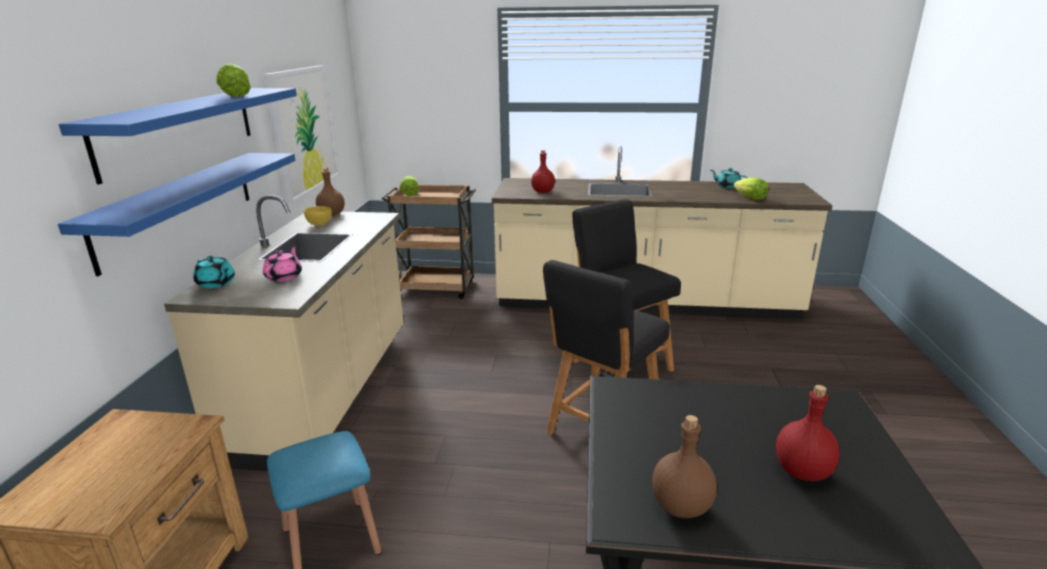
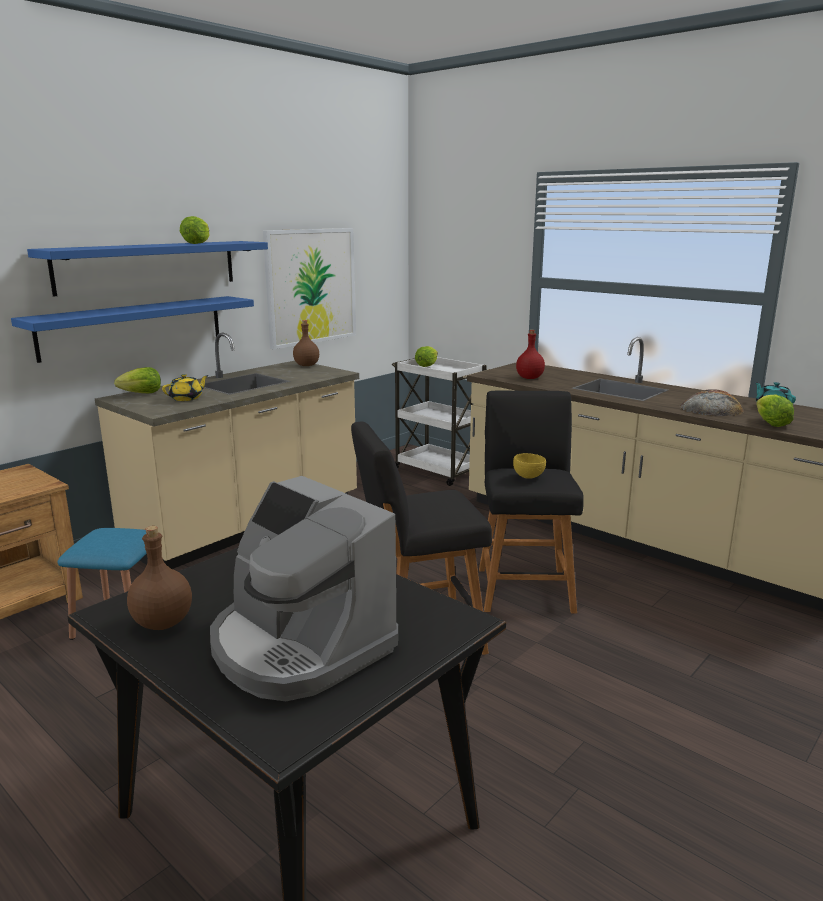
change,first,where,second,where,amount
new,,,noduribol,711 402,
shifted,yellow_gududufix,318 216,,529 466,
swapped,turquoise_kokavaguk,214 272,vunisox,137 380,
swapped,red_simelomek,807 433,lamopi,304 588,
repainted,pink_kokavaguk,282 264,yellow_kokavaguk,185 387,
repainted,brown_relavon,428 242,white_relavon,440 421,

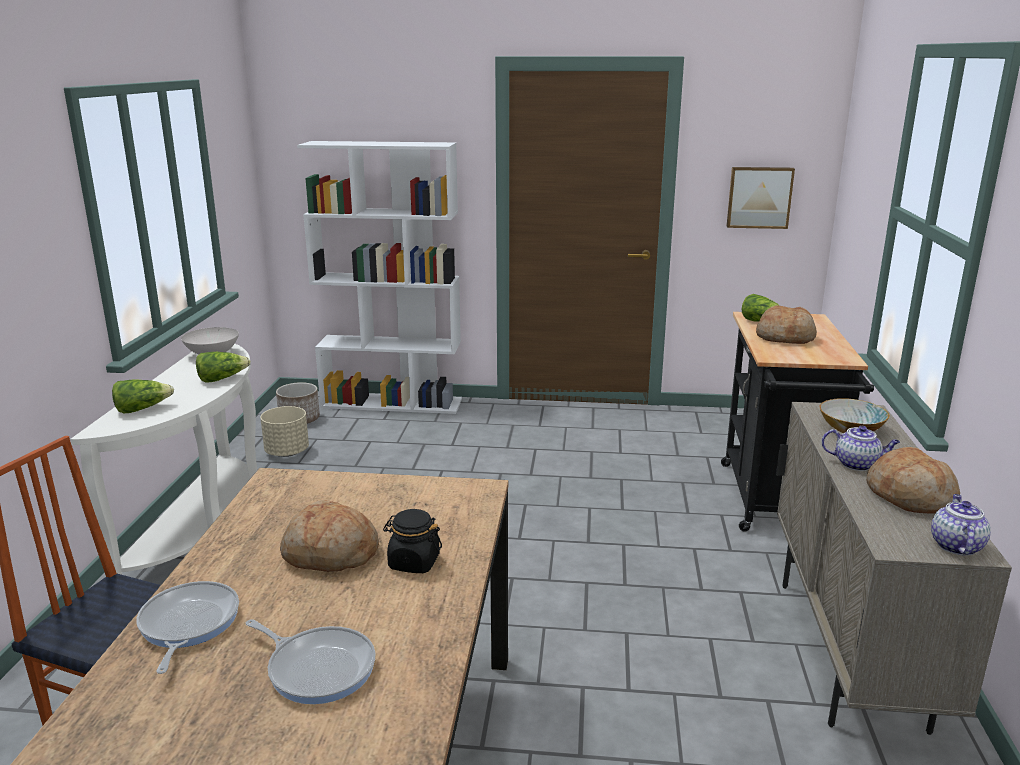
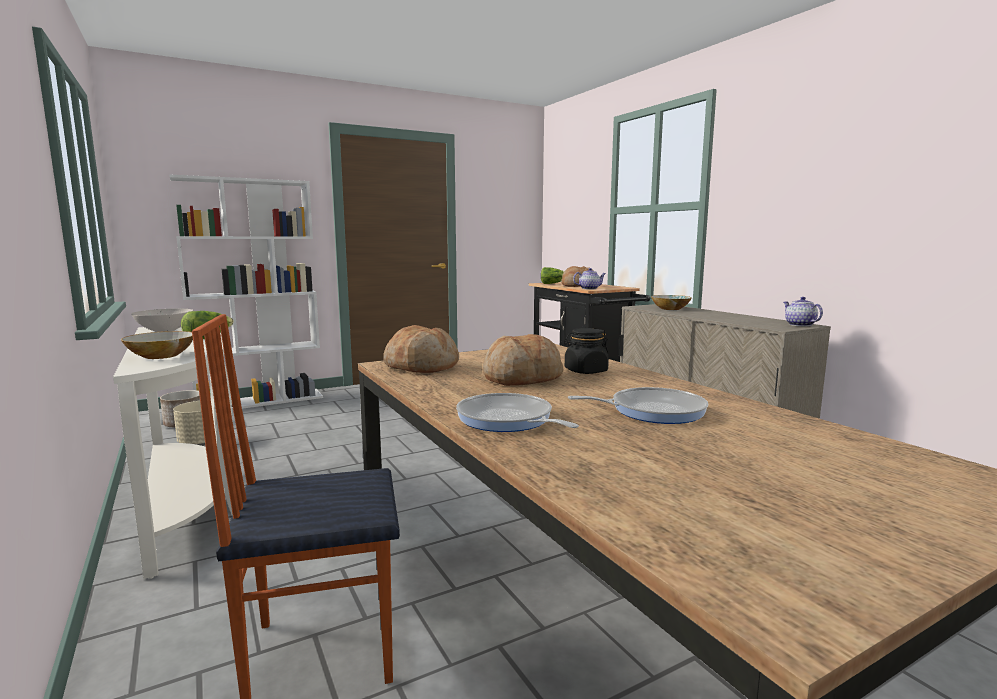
change,first,where,second,where,amount
gone,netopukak,761 198,,,
shifted,kokavaguk,860 448,,589 279,
shifted,noduribol,913 480,,421 349,
swapped,vunisox,143 396,gududufix,157 345,

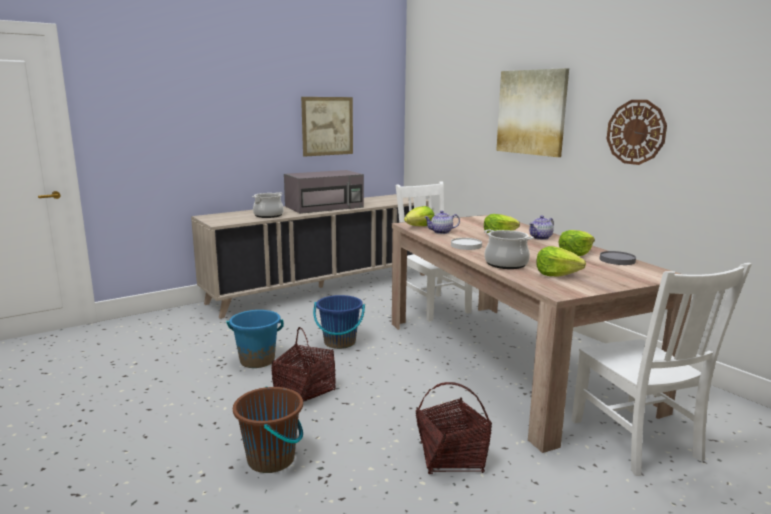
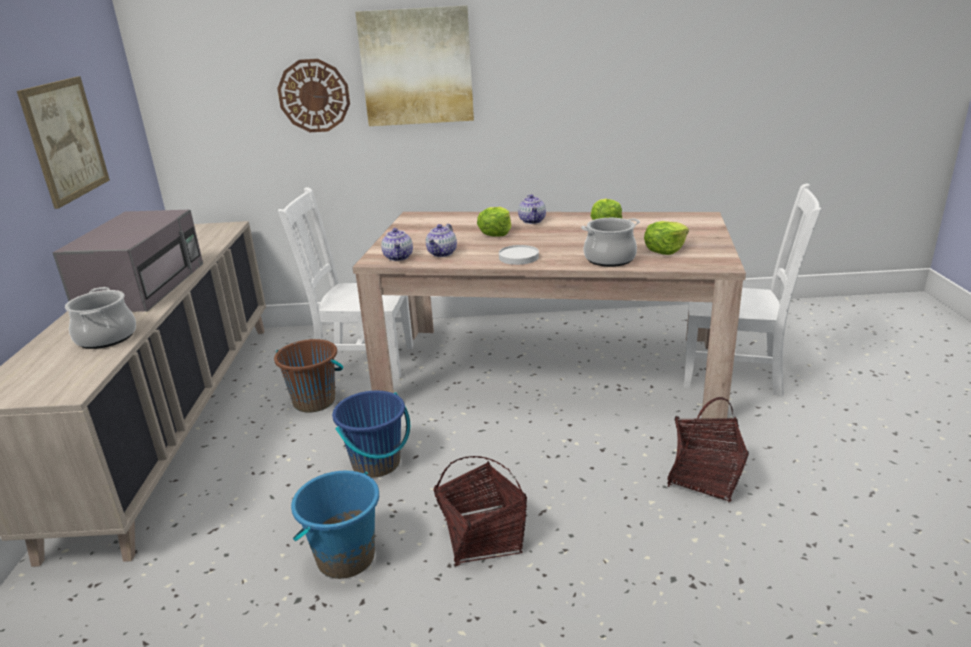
change,first,where,second,where,amount
gone,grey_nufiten,618 258,,,
shifted,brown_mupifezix,268 429,,308 376,
shifted,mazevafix,637 132,,313 95,
swapped,vunisox,419 216,kokavaguk,397 244,

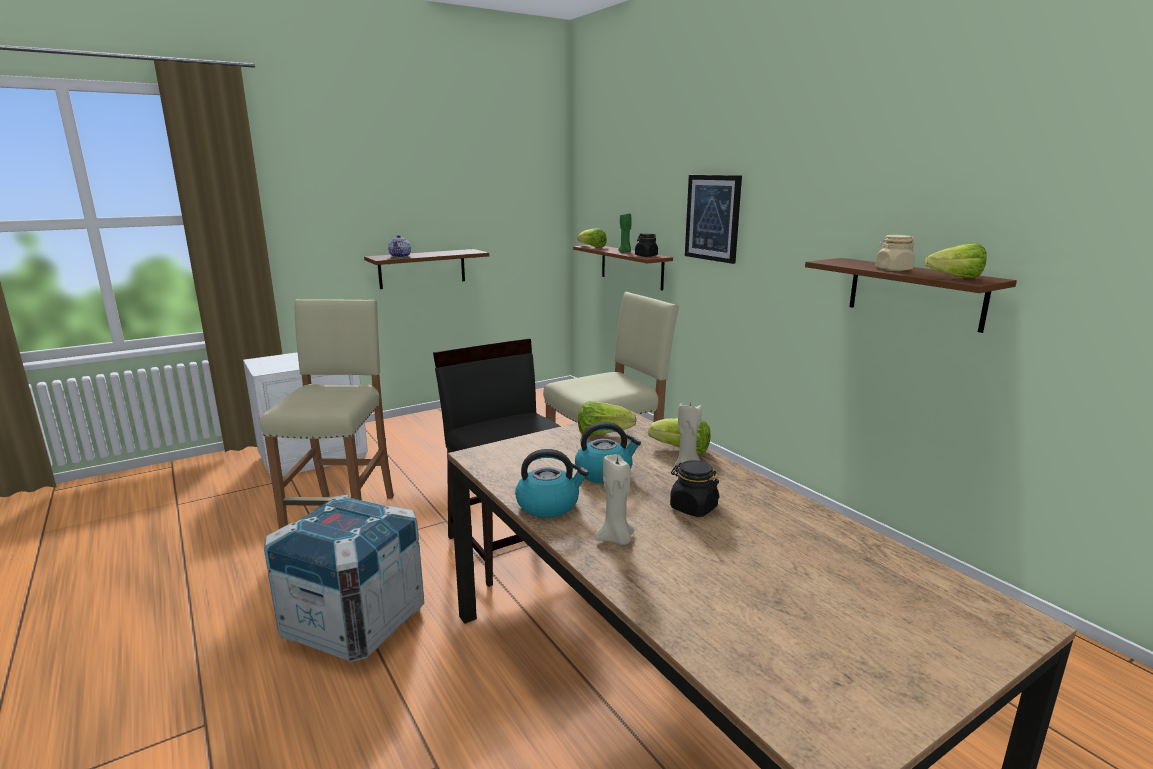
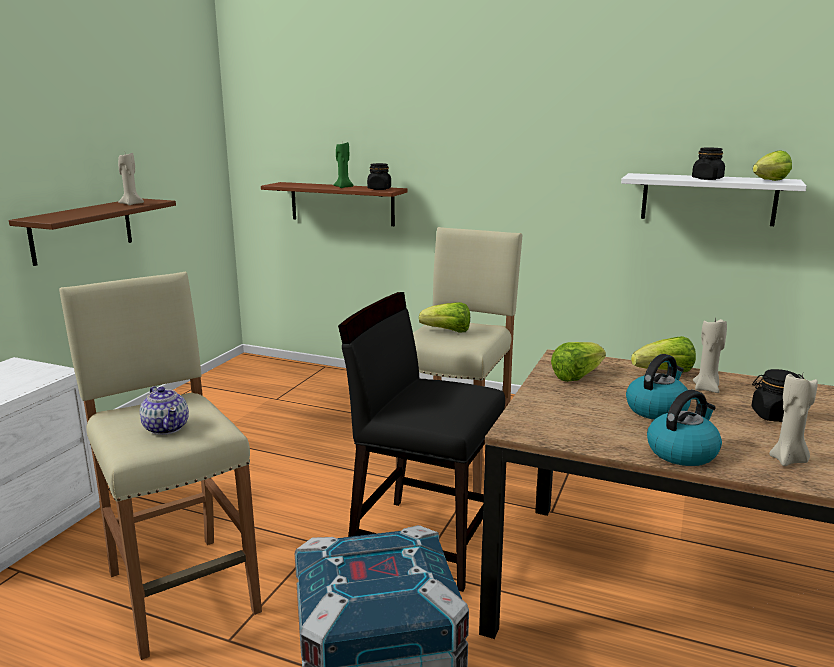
change,first,where,second,where,amount
gone,netopukak,713 219,,,
new,,,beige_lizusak,131 179,
shifted,kokavaguk,399 246,,164 410,
shifted,vunisox,592 238,,444 317,
repainted,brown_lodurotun,911 295,white_lodurotun,714 199,
repainted,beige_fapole,895 253,black_fapole,708 164,

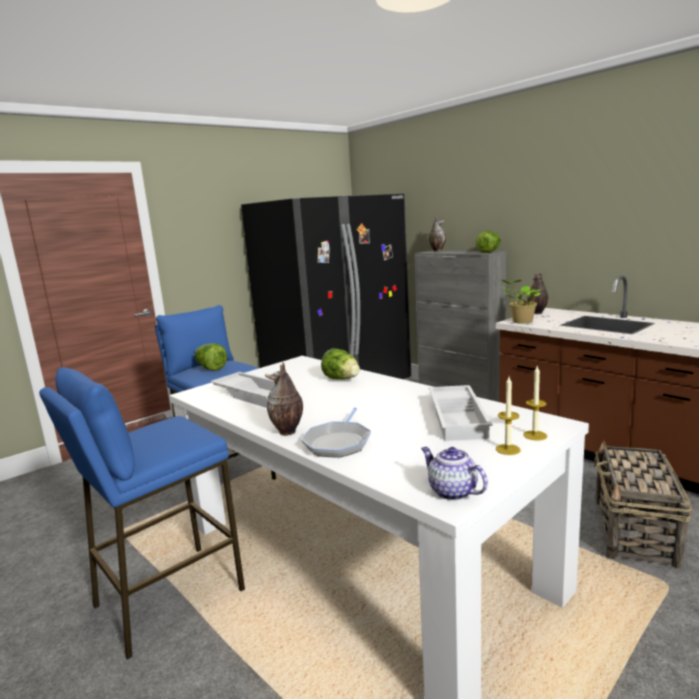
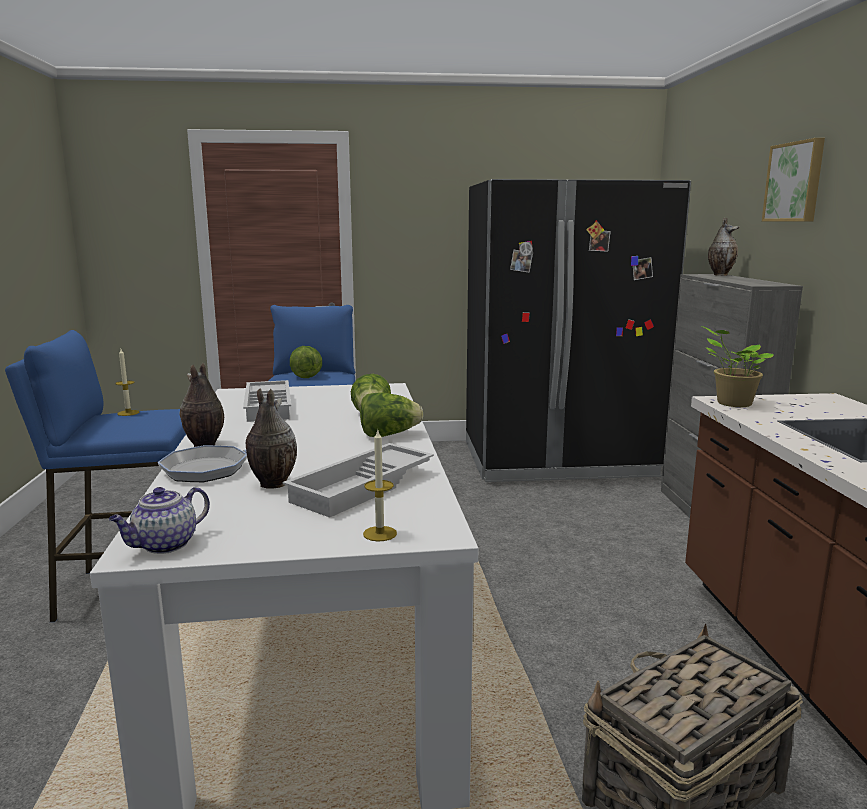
change,first,where,second,where,amount
new,,,netopukak,793 179,
shifted,vunisox,488 242,,391 414,
shifted,lizusak,508 416,,127 382,
shifted,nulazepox,538 292,,271 438,
rotated,kokavaguk,454 474,,159 520,135 degrees counterclockwise

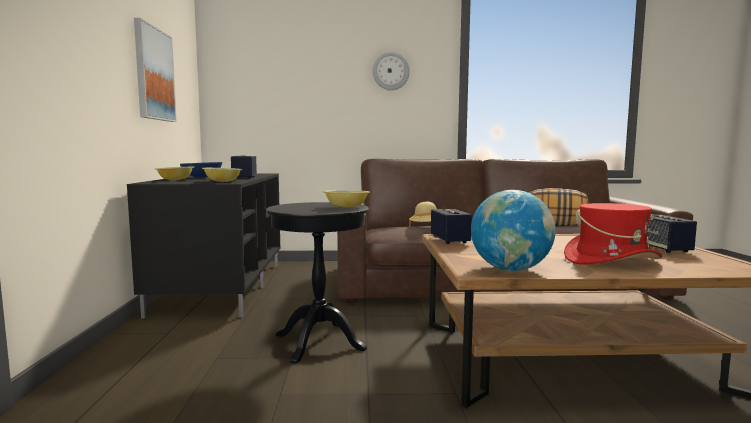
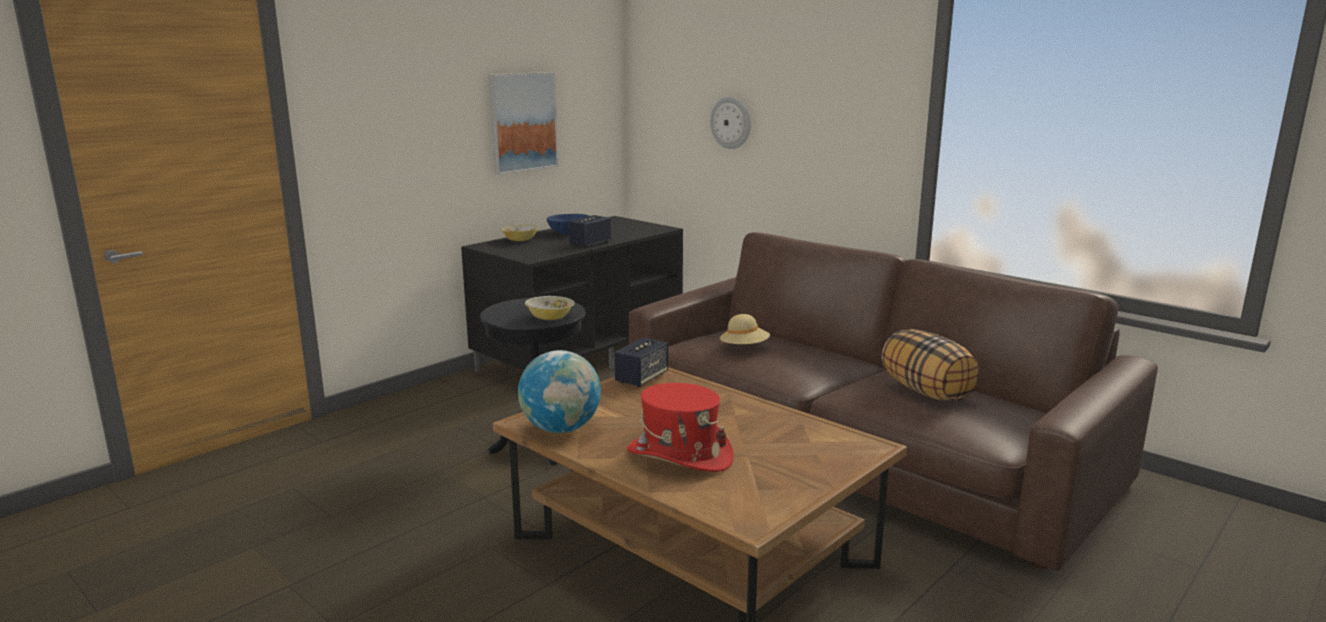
change,first,where,second,where,amount
gone,gududufix,222 175,,,
gone,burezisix,672 234,,,
shifted,mazevafix,391 71,,730 123,

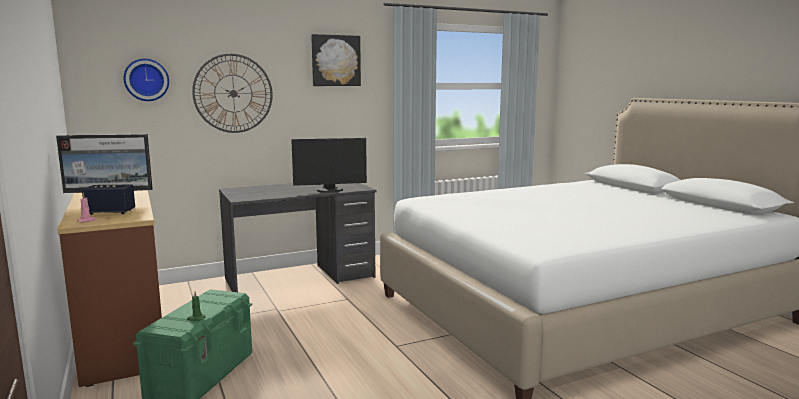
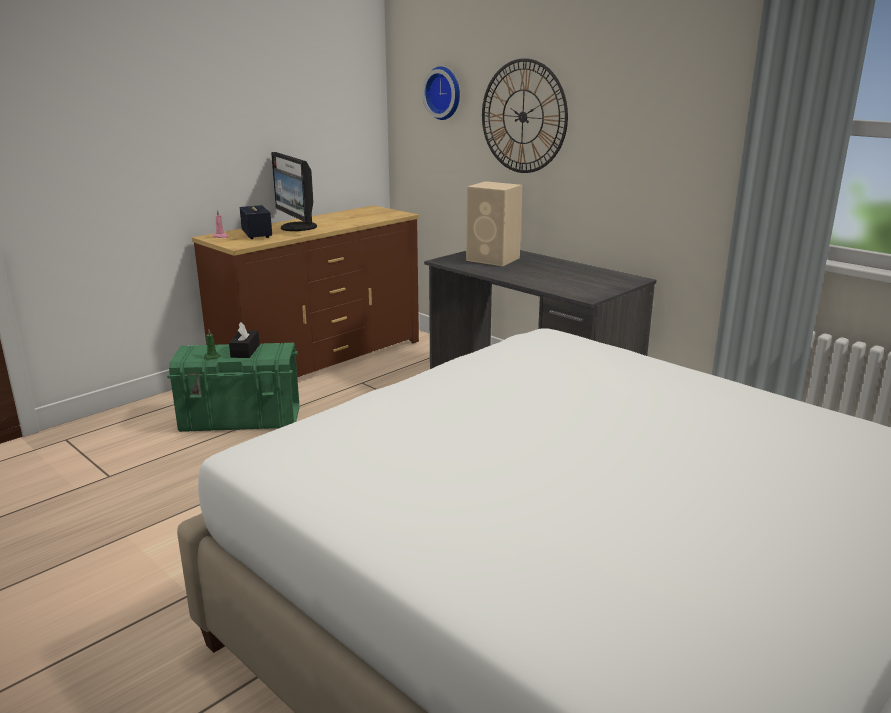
change,first,where,second,where,amount
gone,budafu,329 165,,,
gone,netopukak,336 60,,,
new,,,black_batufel,244 340,
new,,,beige_burezisix,494 223,

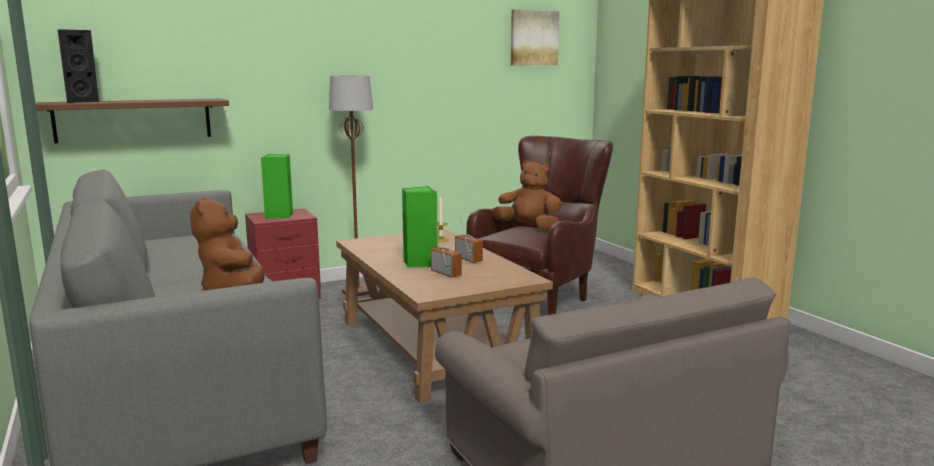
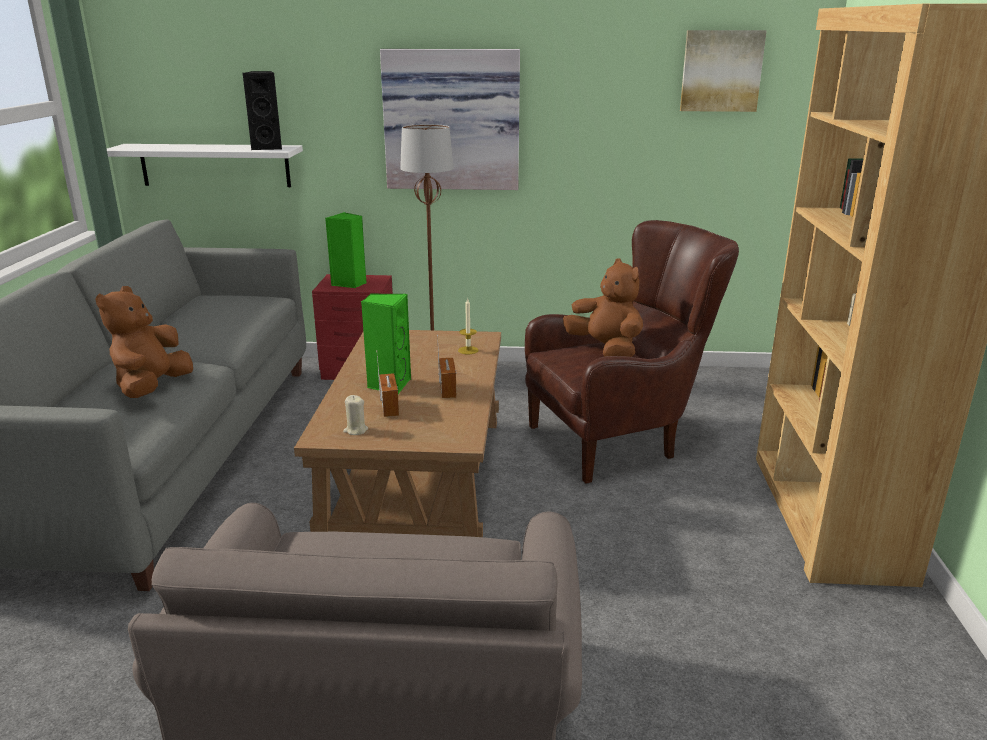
change,first,where,second,where,amount
new,,,beige_lizusak,355 415,
new,,,netopukak,450 119,
shifted,black_burezisix,78 66,,262 110,
repainted,brown_lodurotun,132 120,white_lodurotun,205 165,

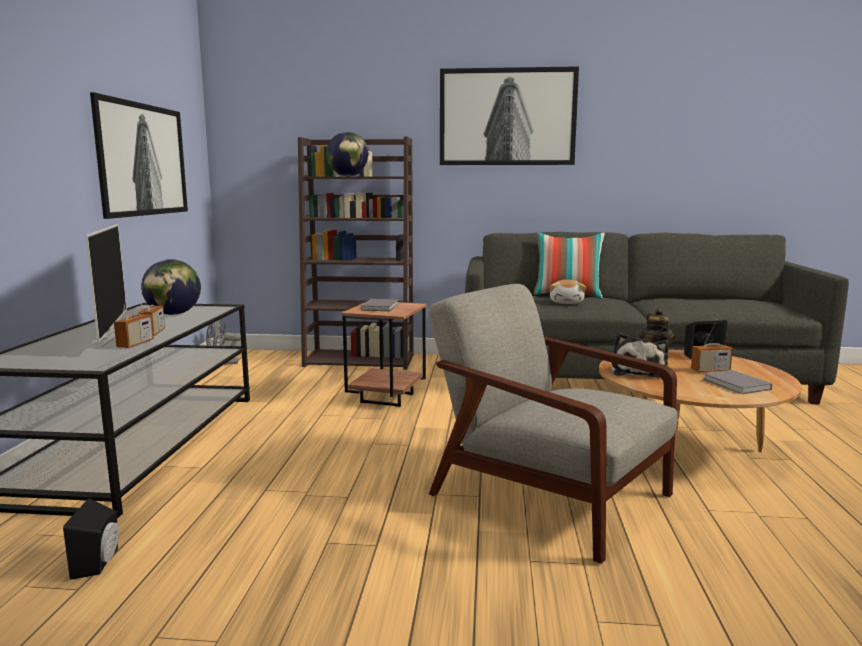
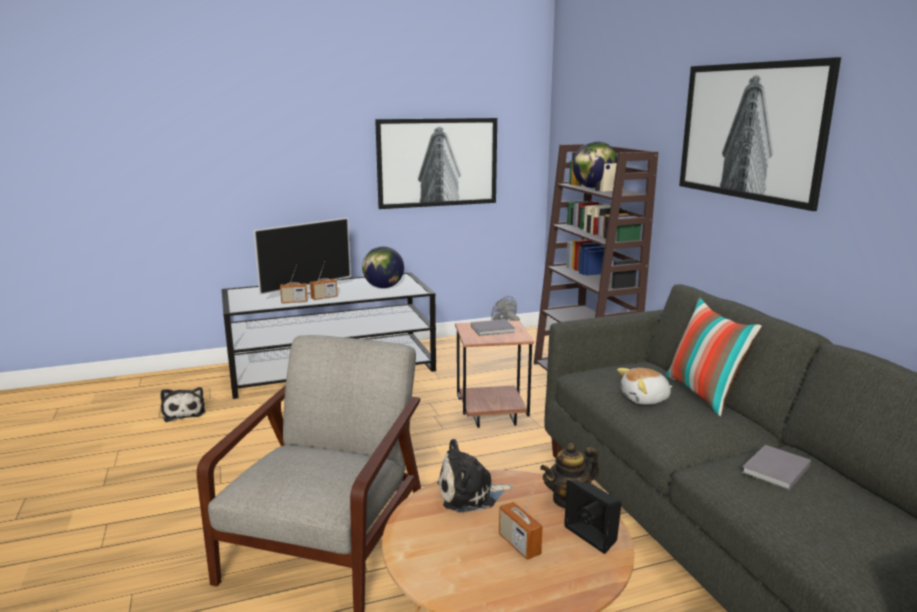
change,first,where,second,where,amount
shifted,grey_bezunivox,737 382,,776 467,
swapped,black_burezisix,91 539,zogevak,183 404,

